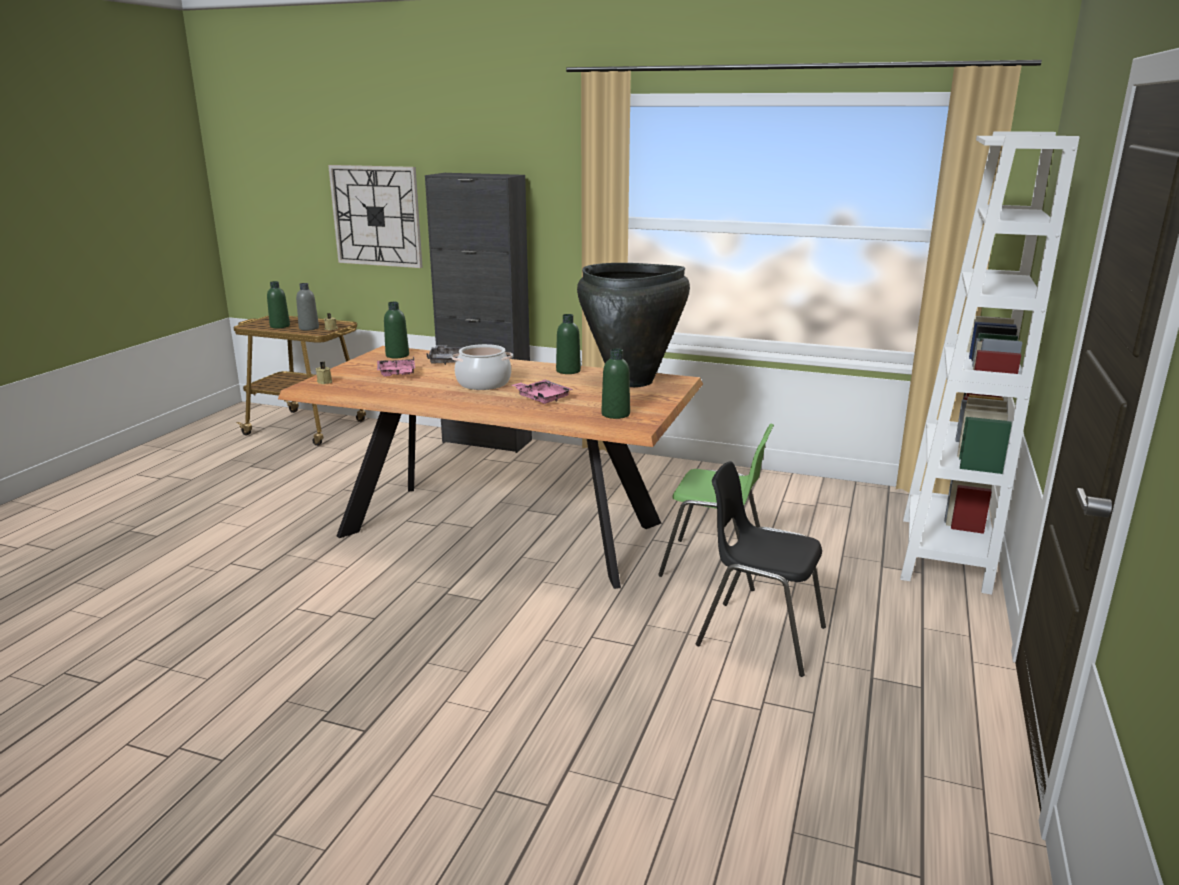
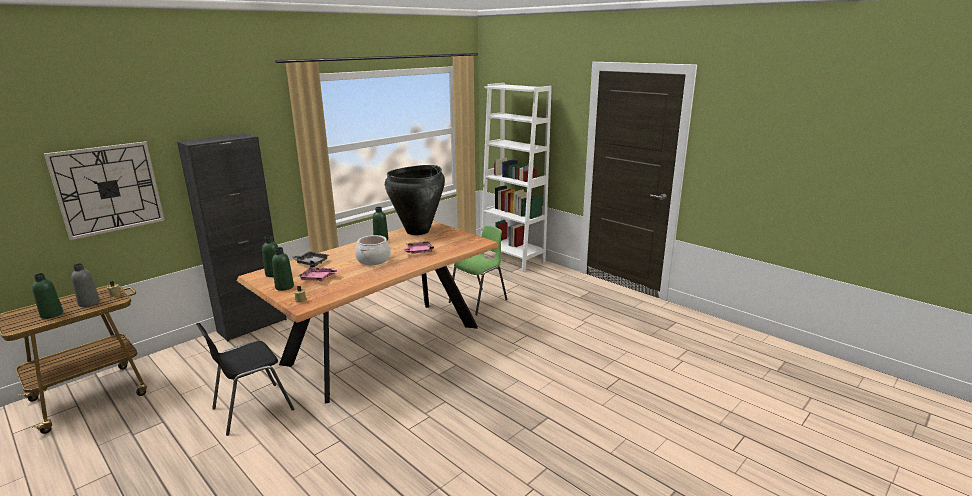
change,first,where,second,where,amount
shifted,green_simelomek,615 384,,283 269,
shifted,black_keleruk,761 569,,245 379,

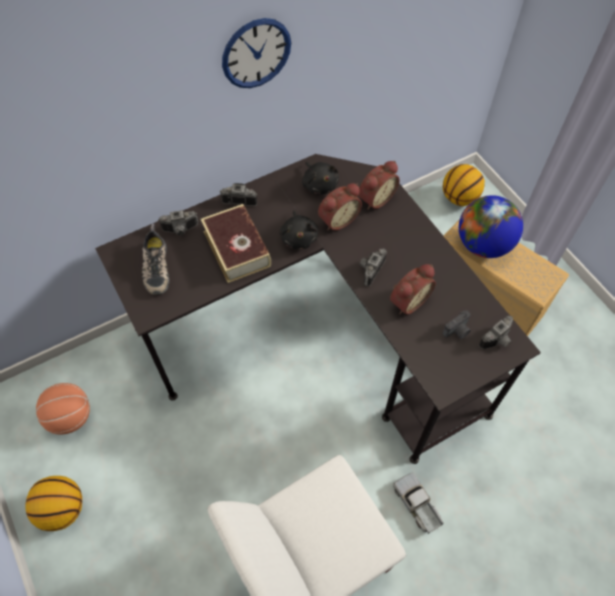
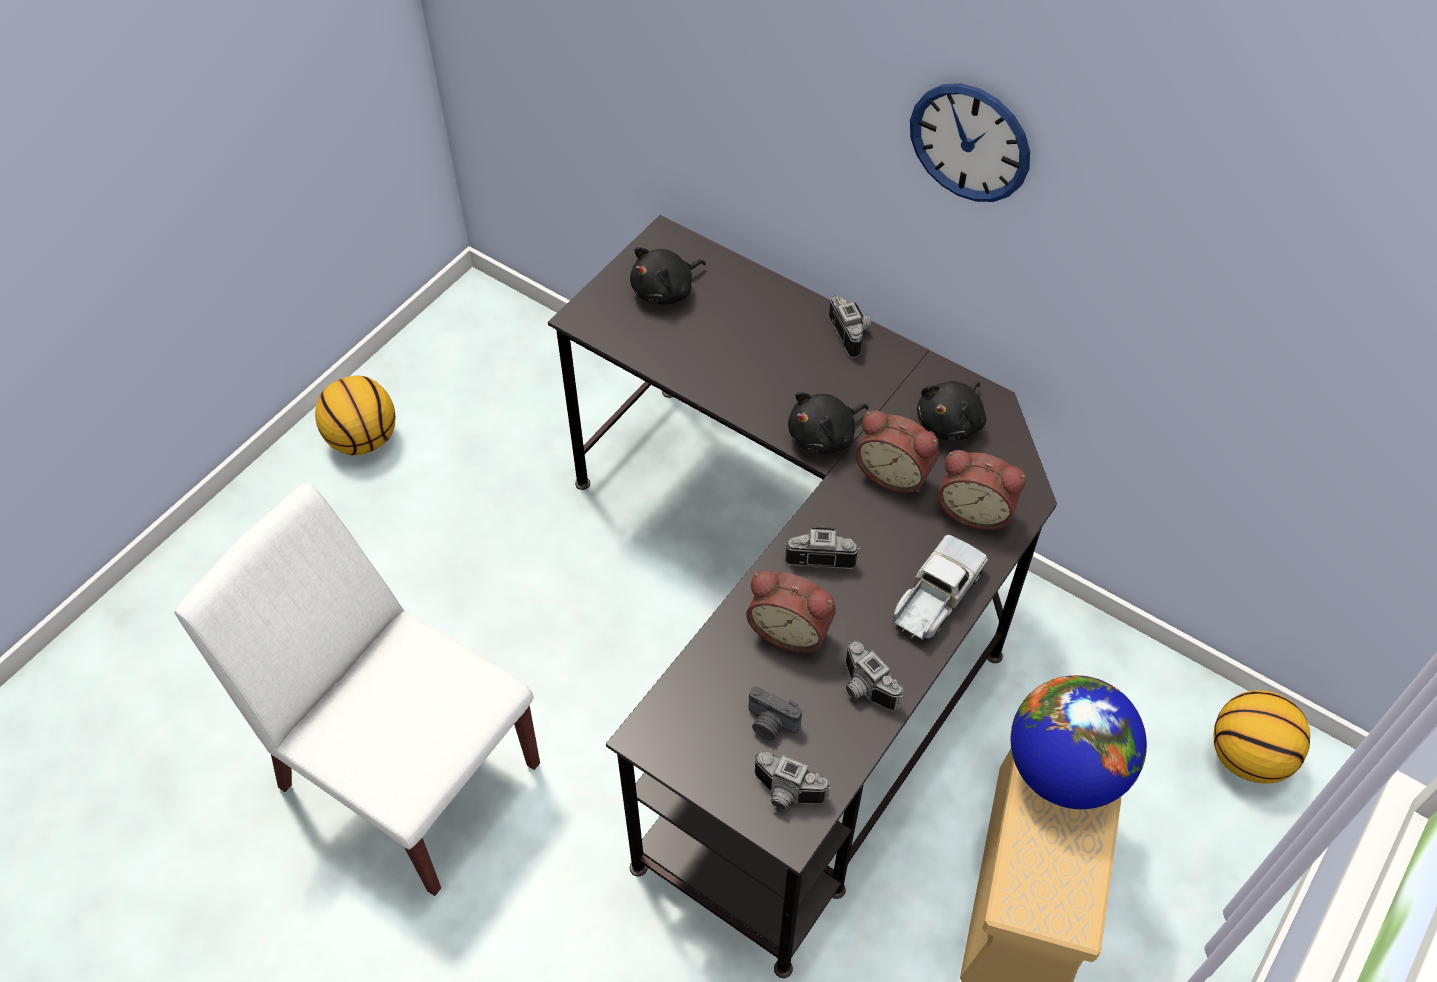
change,first,where,second,where,amount
gone,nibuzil,63 408,,,
gone,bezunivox,236 243,,,
shifted,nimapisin,178 223,,875 676,
shifted,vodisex,418 503,,940 587,
swapped,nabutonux,155 259,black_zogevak,668 276,

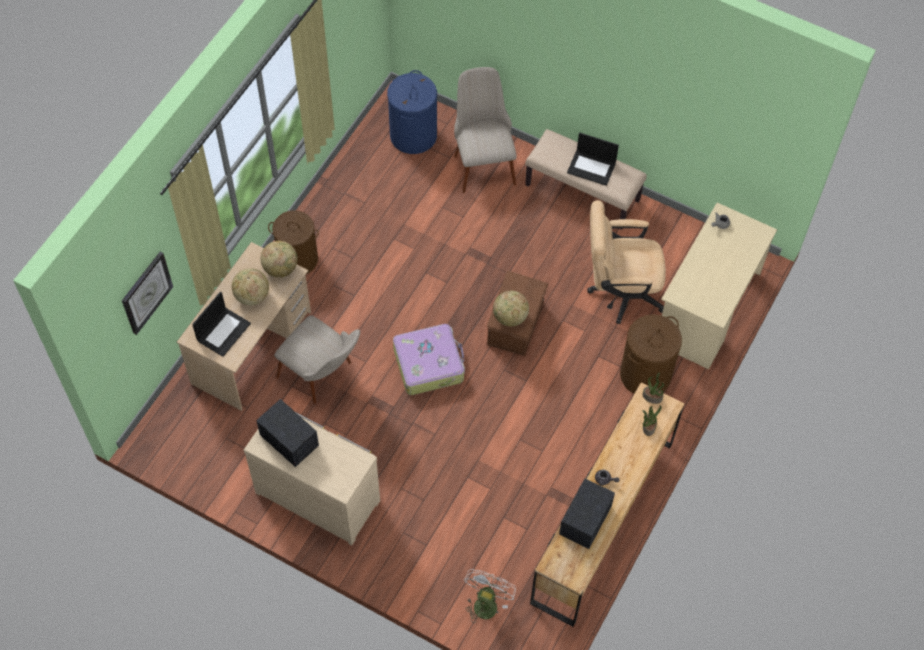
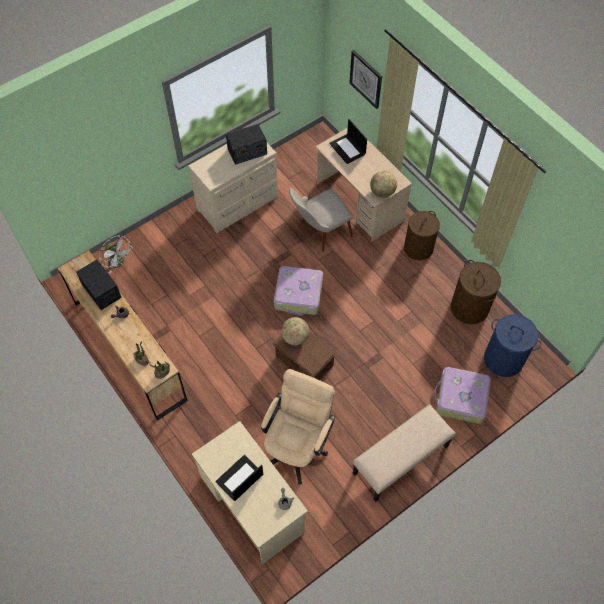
change,first,where,second,where,amount
gone,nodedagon,250 286,,,
shifted,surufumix,593 159,,239 478,
shifted,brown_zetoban,651 354,,476 292,
swapped,beige_keleruk,485 130,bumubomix,462 395,

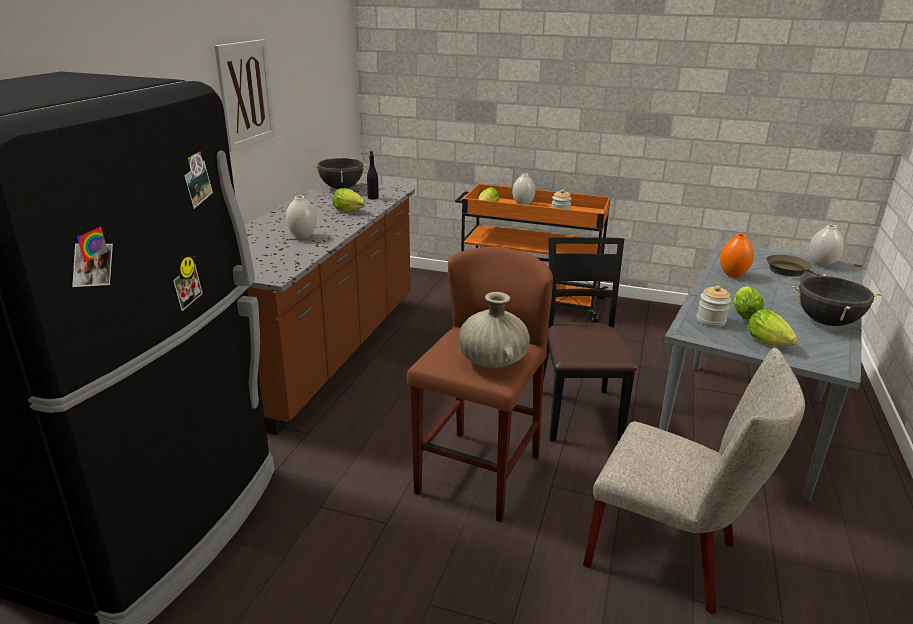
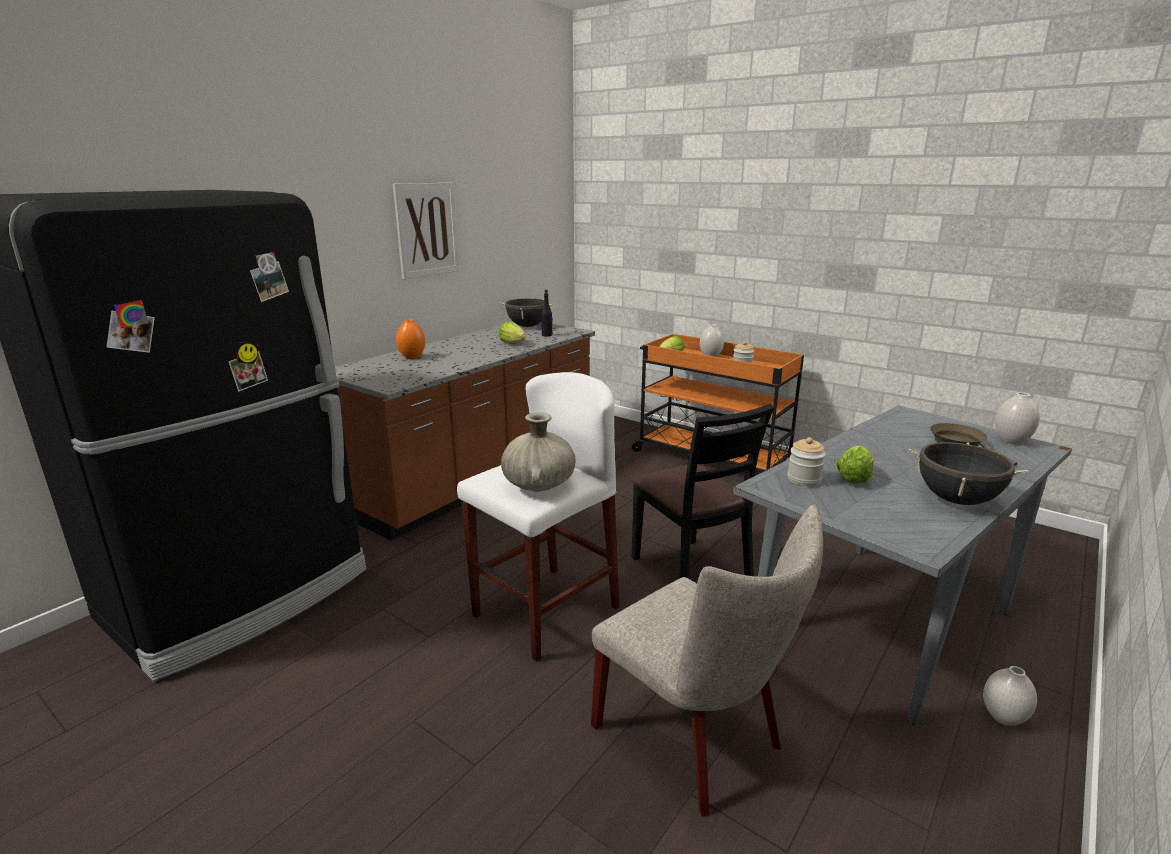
change,first,where,second,where,amount
gone,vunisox,772 328,,,
shifted,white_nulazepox,301 217,,1010 696,
shifted,orange_nulazepox,737 256,,410 339,
repainted,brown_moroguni,480 384,white_moroguni,538 517,
rotated,black_keleruk,590 339,,703 491,135 degrees clockwise

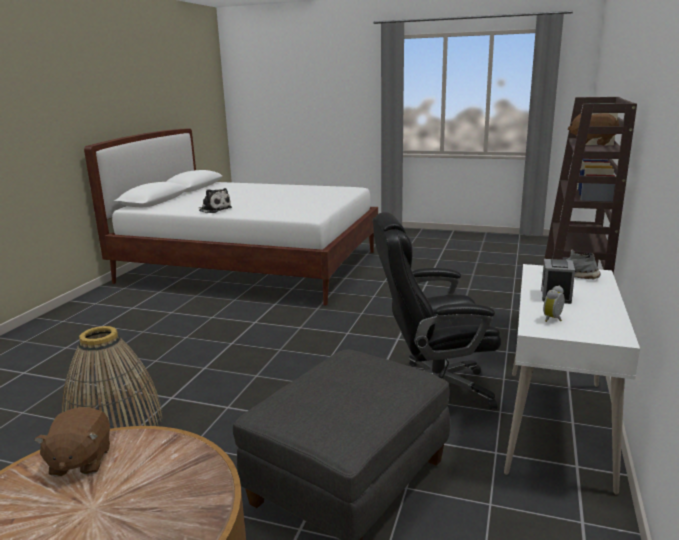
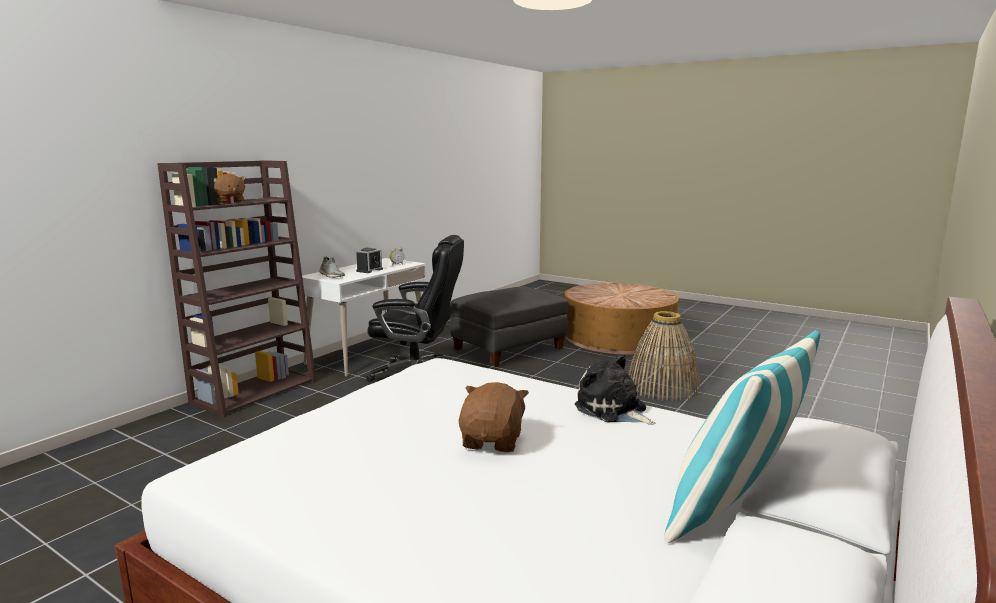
change,first,where,second,where,amount
new,,,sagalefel,742 436,
shifted,brown_zogevak,72 442,,494 417,

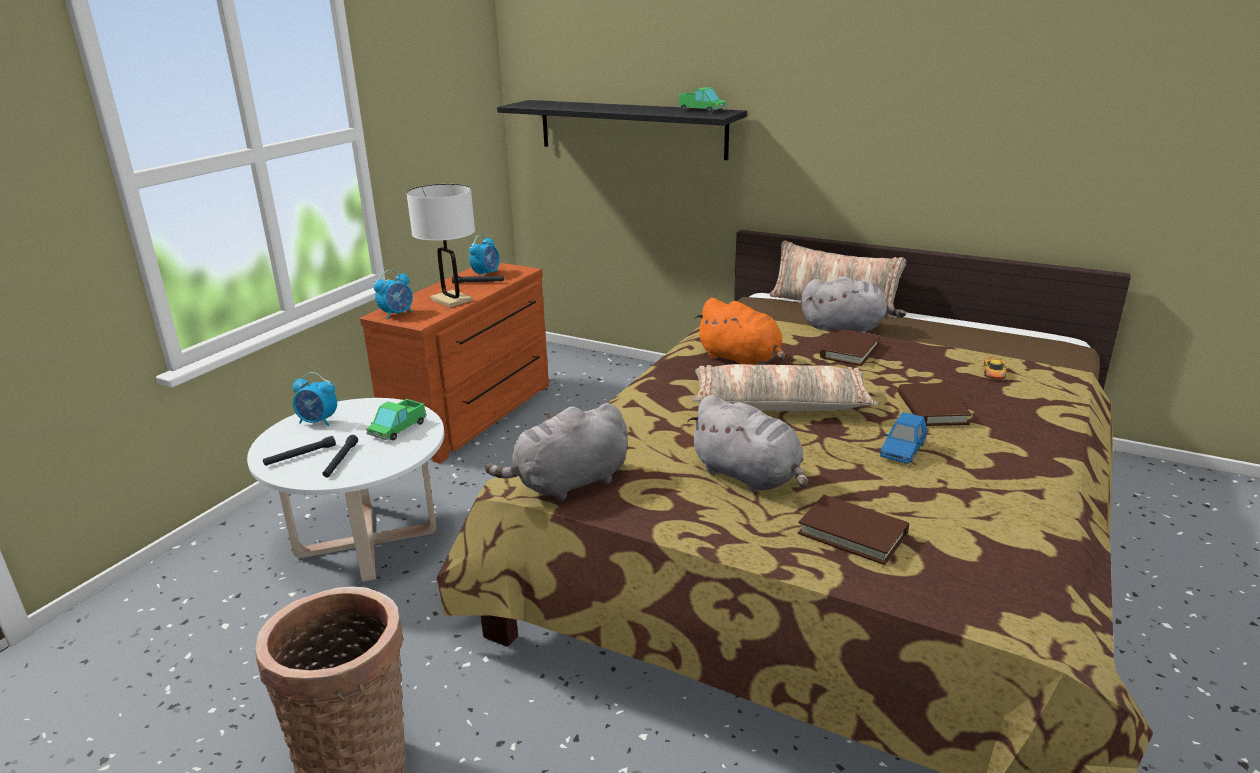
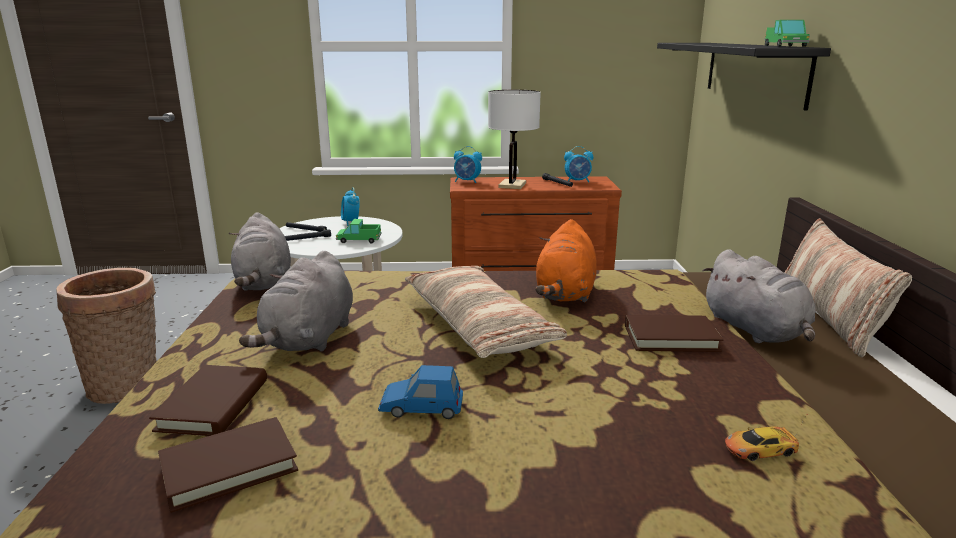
change,first,where,second,where,amount
shifted,brown_bezunivox,935 404,,228 465,
rotated,grey_zogevak,556 452,,260 251,135 degrees counterclockwise

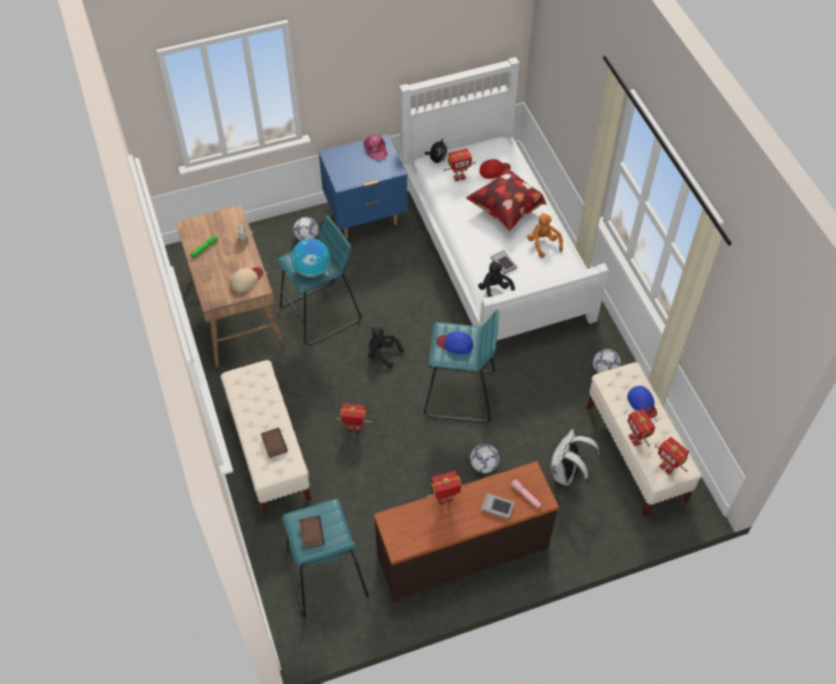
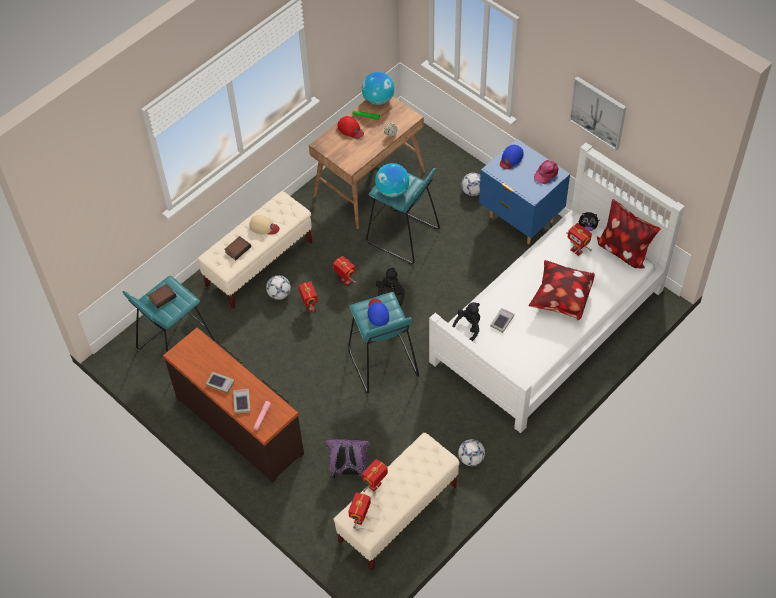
change,first,where,second,where,amount
gone,orange_zogevak,545 235,,,
new,,,bezunivox,220 383,
new,,,nodedagon,378 88,
new,,,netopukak,597 113,
new,,,sagalefel,629 234,
shifted,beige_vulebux,247 279,,264 225,
shifted,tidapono,446 487,,344 271,
shifted,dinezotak,484 458,,278 287,
shifted,red_vulebux,495 169,,350 127,
shifted,blue_vulebux,642 402,,512 157,
repainted,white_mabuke,575 458,purple_mabuke,347 459,

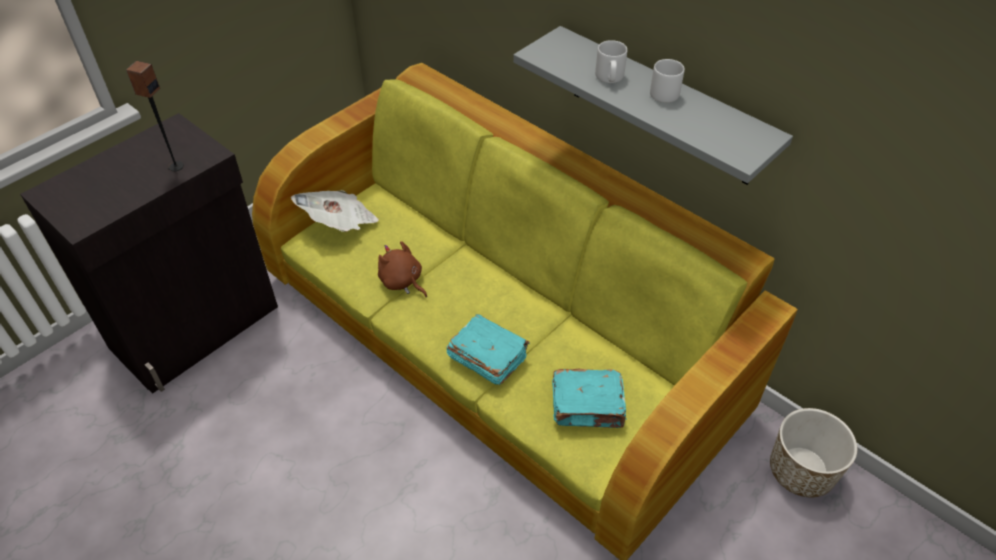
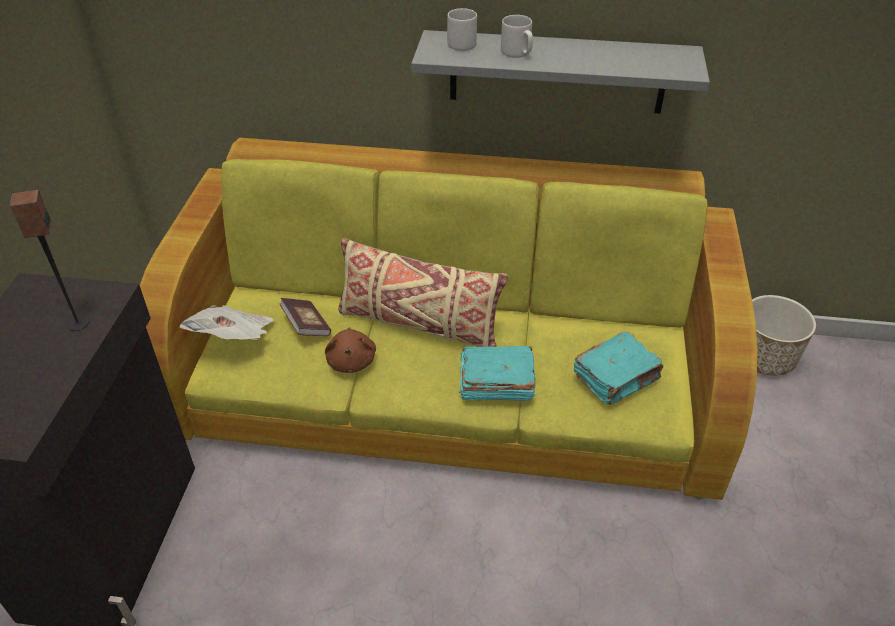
change,first,where,second,where,amount
new,,,bezunivox,305 317,
new,,,beige_sagalefel,423 292,
shifted,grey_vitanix,667 81,,462 29,
rotated,brown_zogevak,402 269,,350 350,105 degrees counterclockwise

